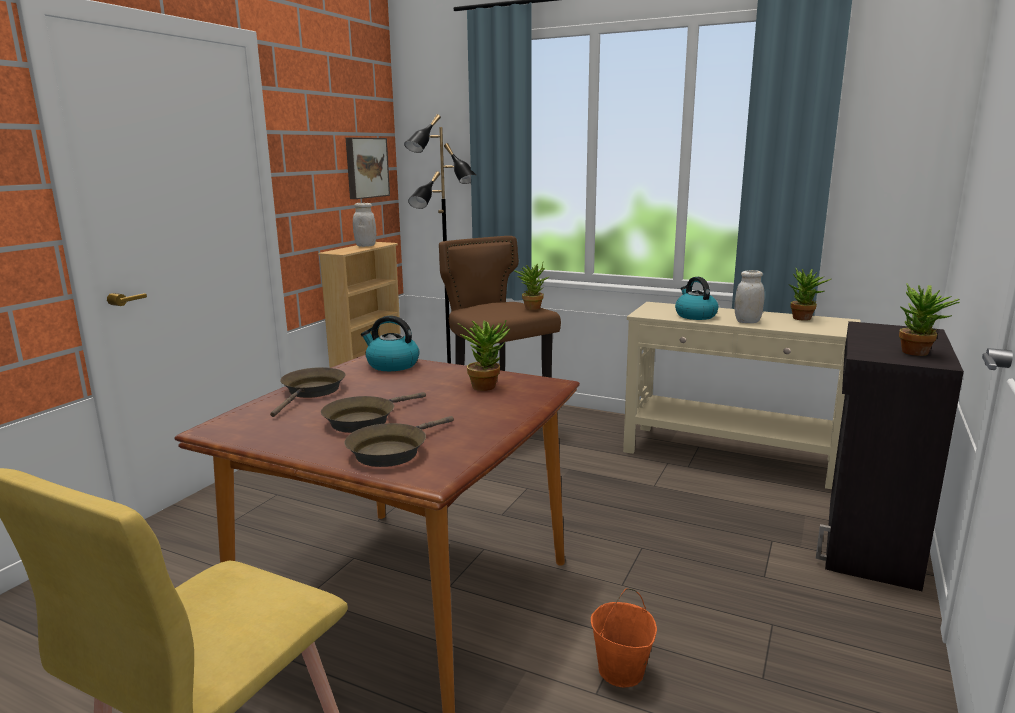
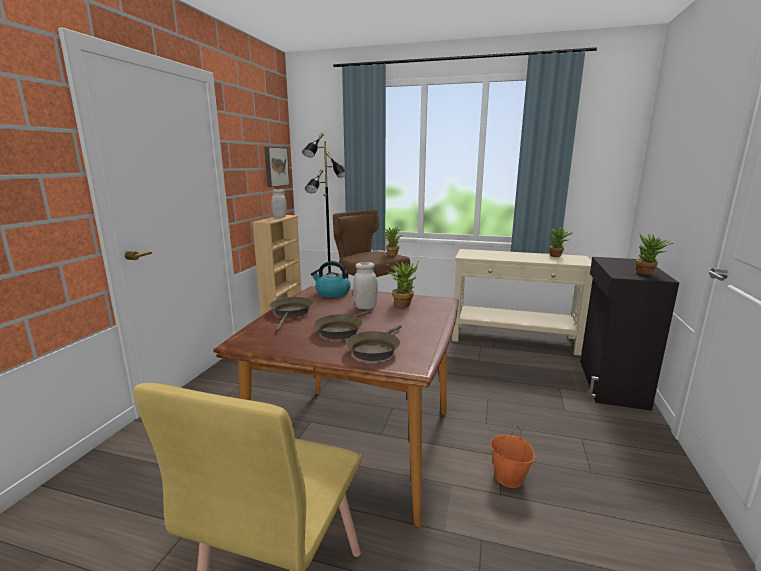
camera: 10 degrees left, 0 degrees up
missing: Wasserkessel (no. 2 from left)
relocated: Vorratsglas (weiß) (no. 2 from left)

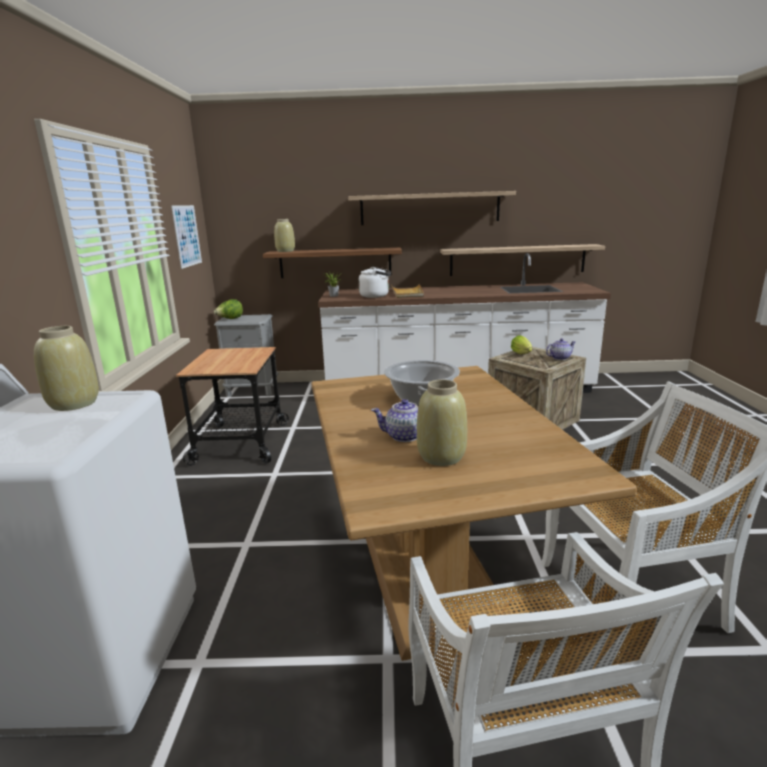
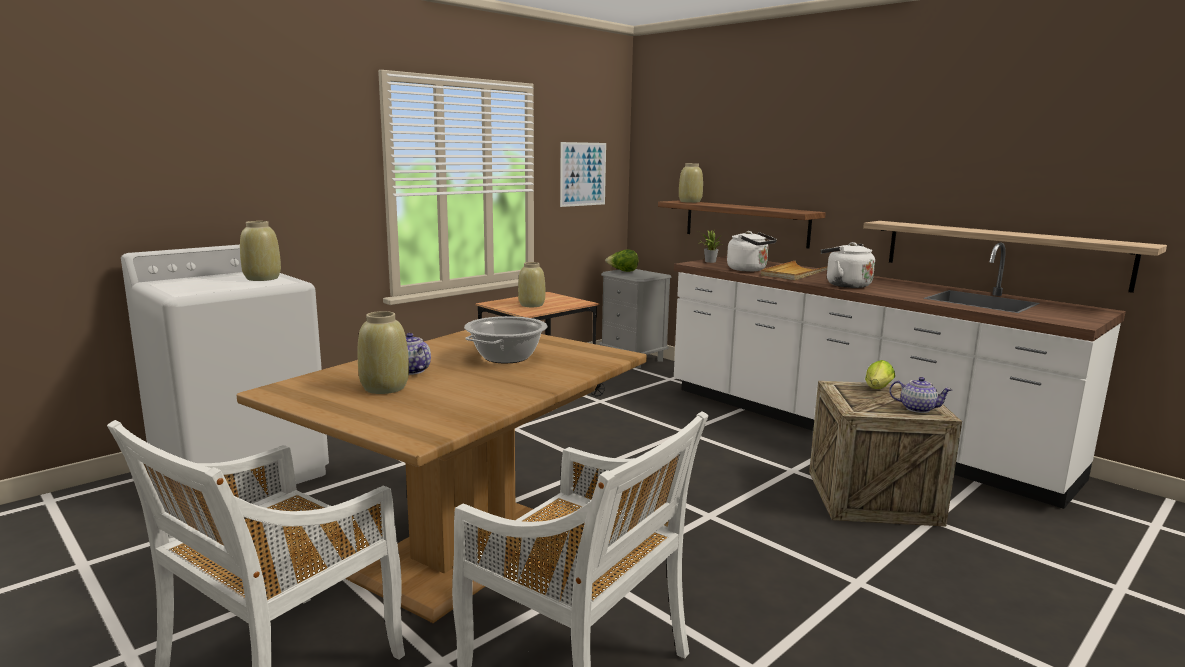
camera: 45 degrees right, 5 degrees down
missing: Wandregal (no. 2 from left)
appeared: Vase (beige) (no. 3 from left); Wasserkessel (weiß) (no. 2 from left)

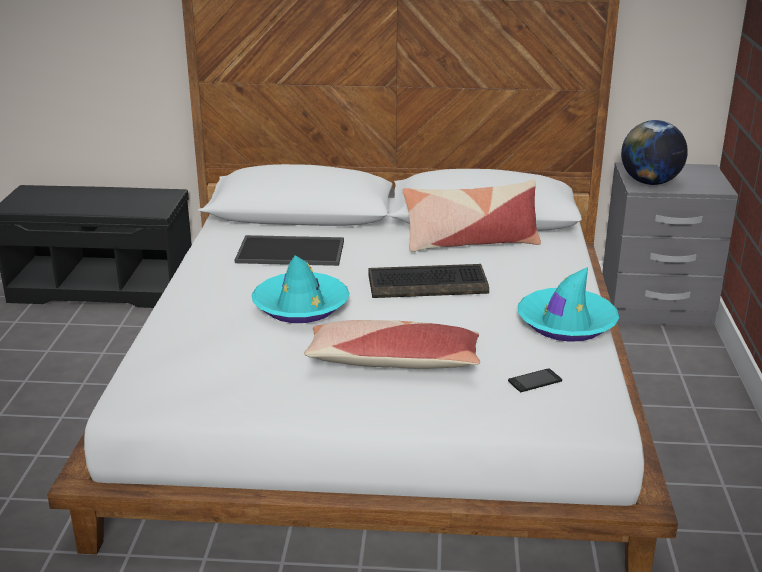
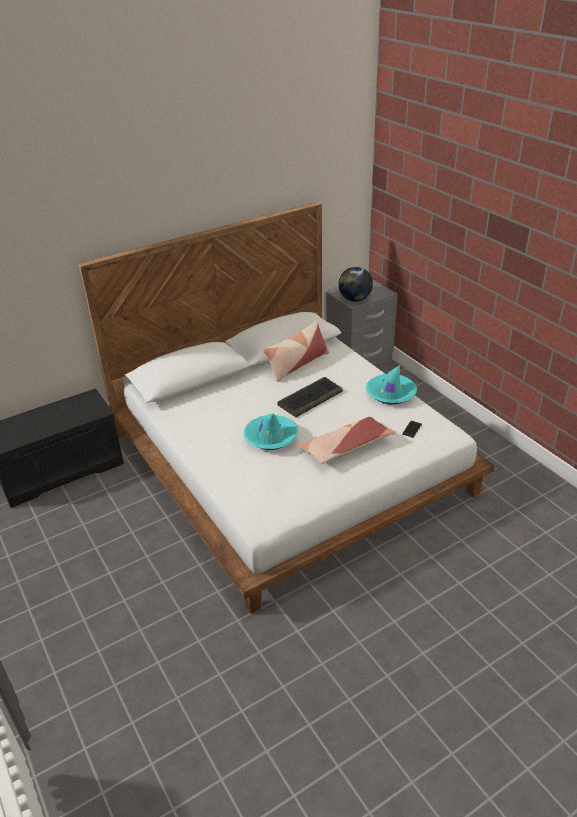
camera: 35 degrees left, 10 degrees up
missing: Tablett

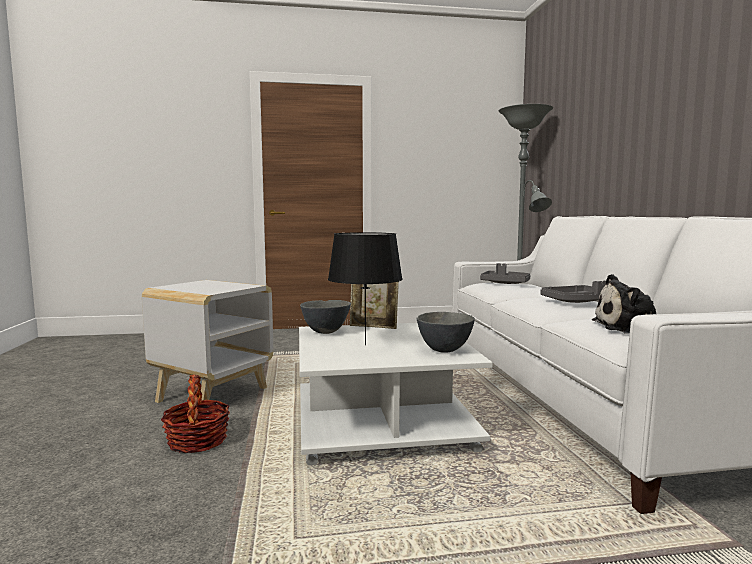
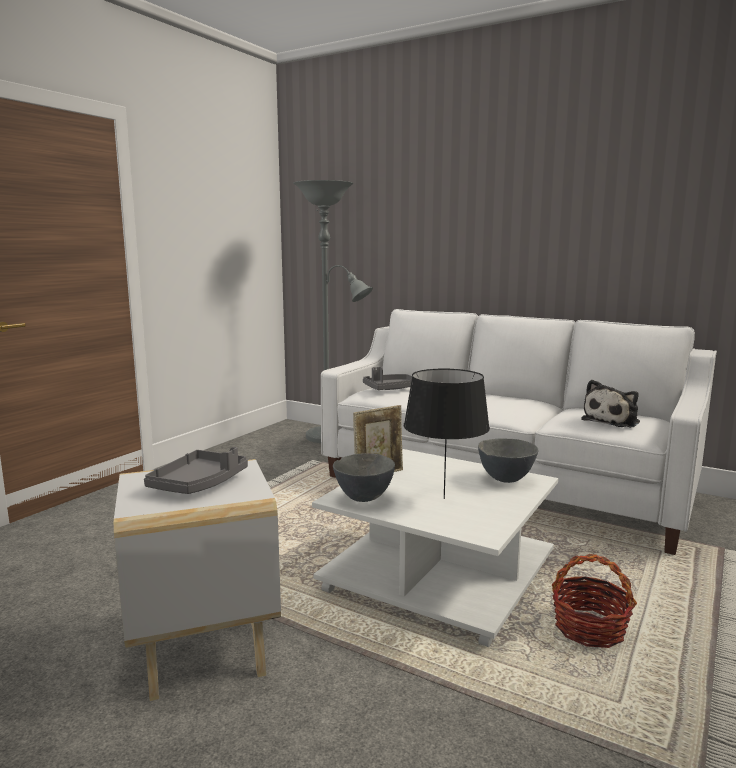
camera: 50 degrees left, 5 degrees up
relocated: Korb; Tablett (grau) (no. 2 from left in the first image) to Tablett (grau) (no. 1 from left)

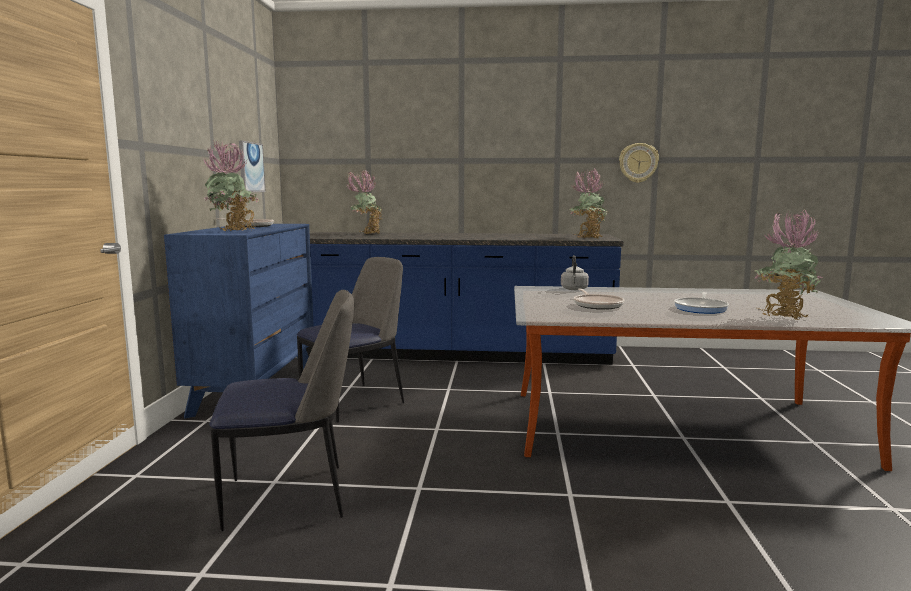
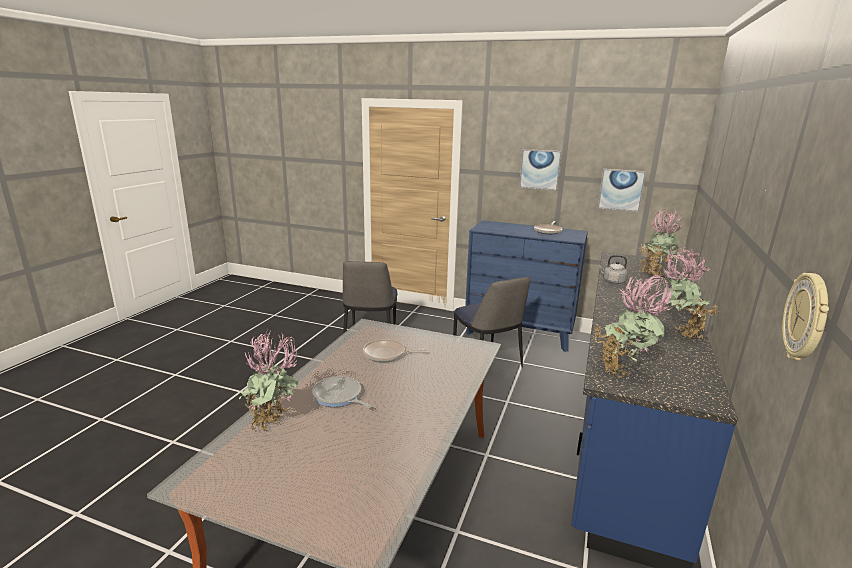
camera: 105 degrees right, 10 degrees up
appeared: Bild (no. 1 from left)
relocated: Topfpflanze (no. 1 from left in the first image) to Topfpflanze (no. 4 from left); Wasserkessel (grau)

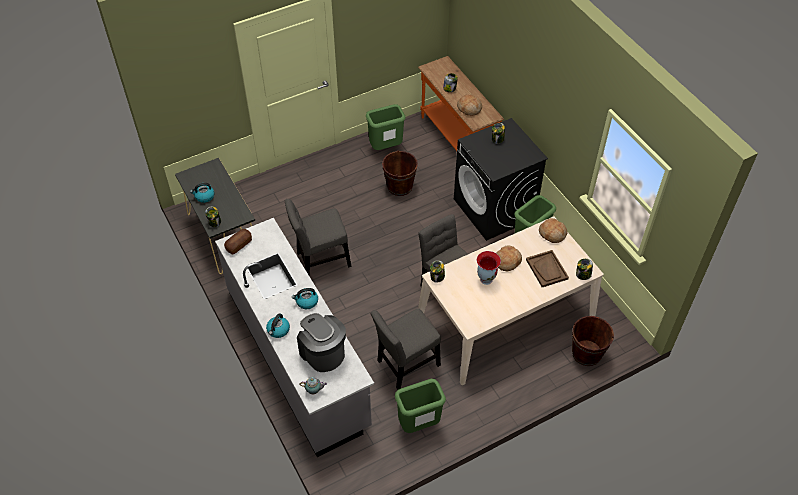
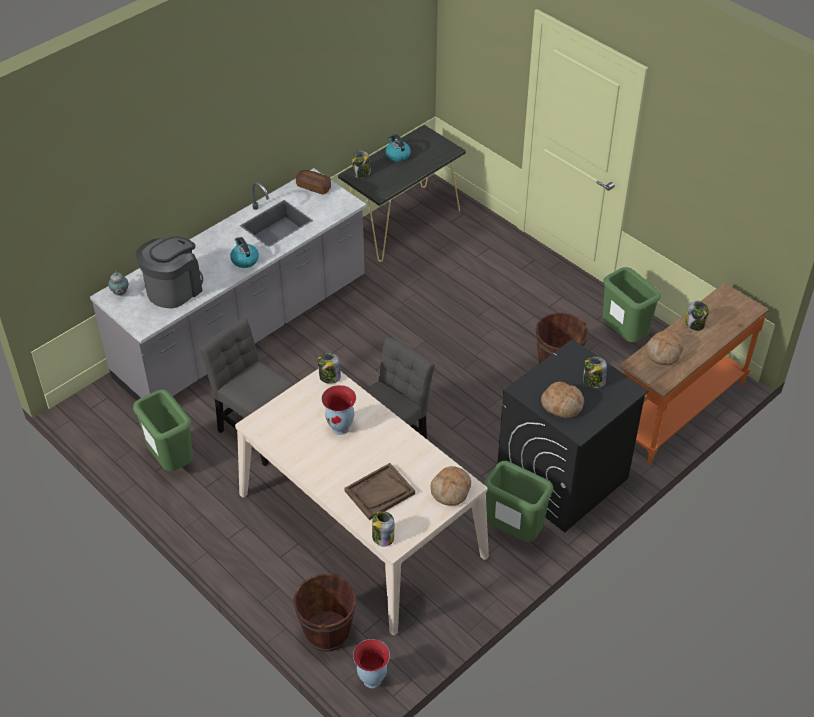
camera: 75 degrees right, 5 degrees down
missing: Wasserkessel (no. 2 from left); Stuhl (grau) (no. 1 from left)
appeared: Vase (no. 2 from left)
relocated: Brot (no. 3 from left)

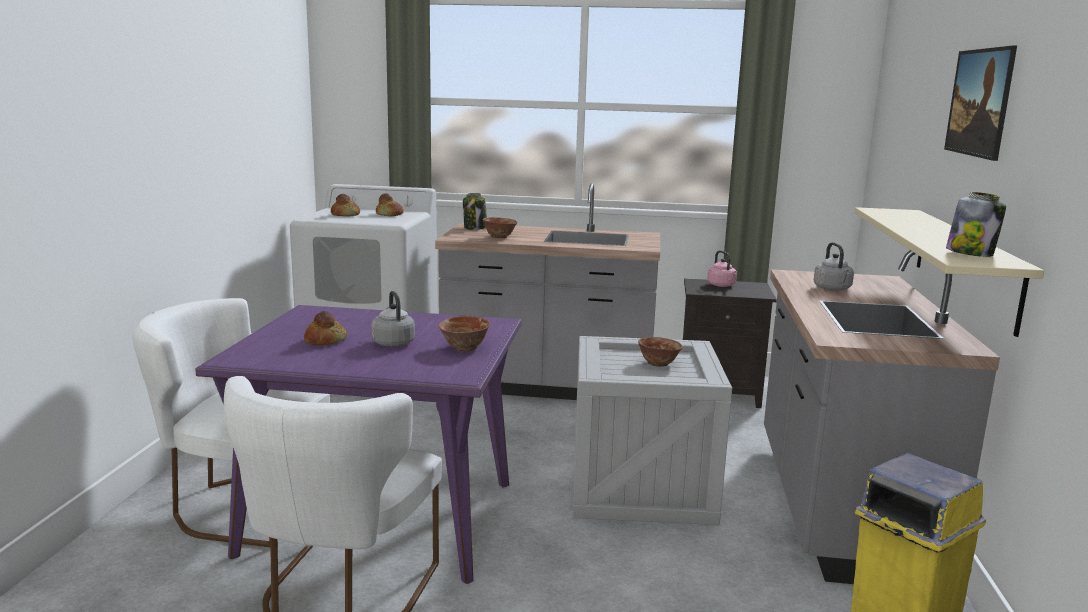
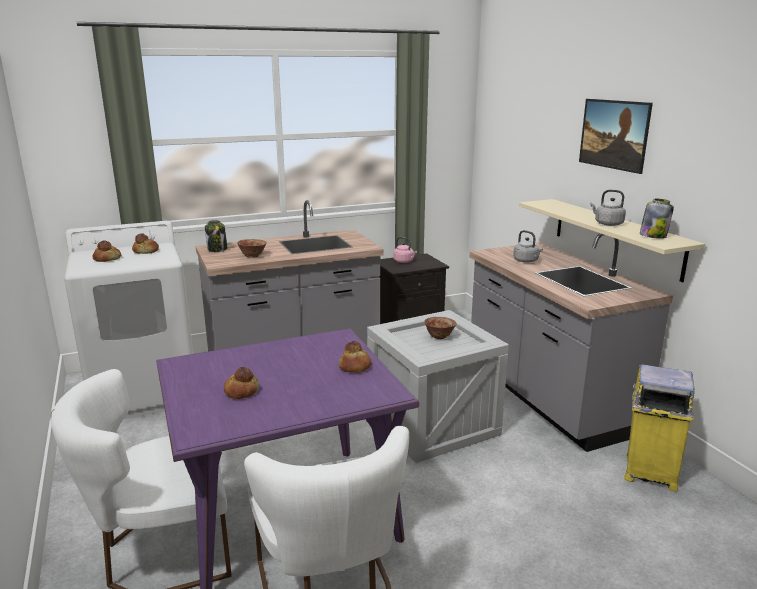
camera: 30 degrees left, 5 degrees up
relocated: Wasserkessel (grau) (no. 1 from left in the first image) to Wasserkessel (grau) (no. 2 from left)
exchanged: Schüssel (no. 1 from left) to Brot (no. 4 from left)

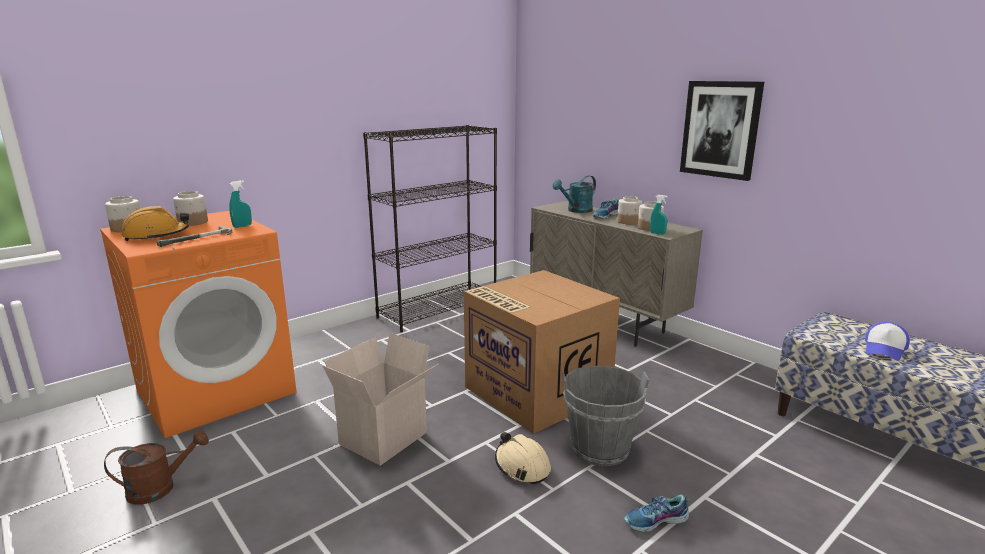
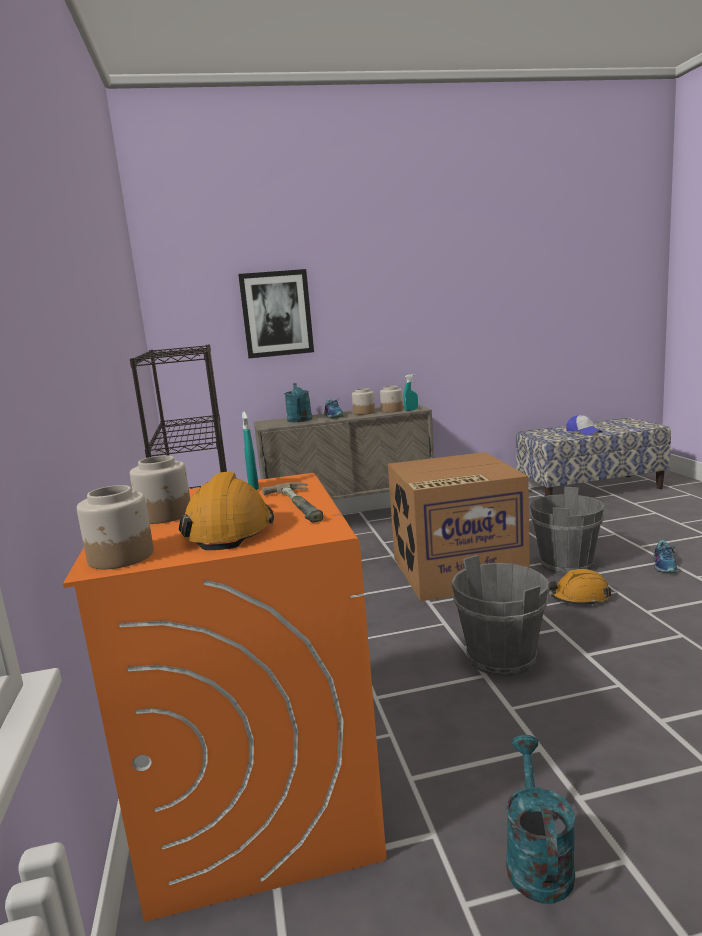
camera: 60 degrees left, 5 degrees down
relocated: Bild
exchanged: Karton (no. 1 from left) to Eimer (grau) (no. 1 from left)
colour: Gießkanne (braun) to Gießkanne (türkis) (no. 2 from left); Schutzhelm (beige) to Schutzhelm (orange) (no. 2 from left)

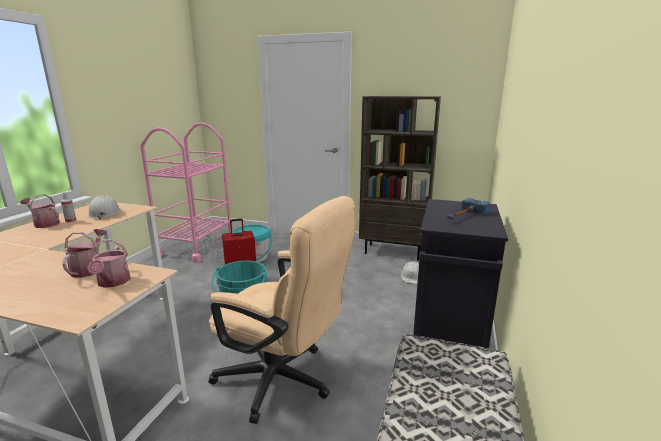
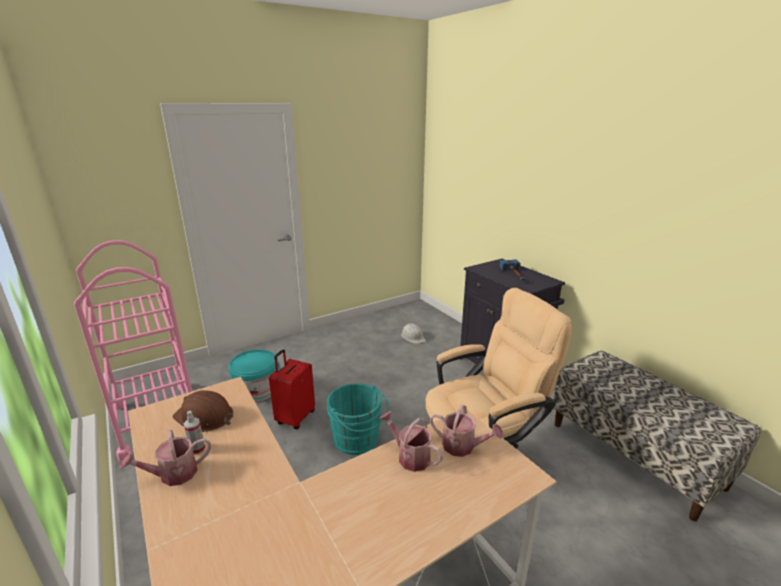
camera: 50 degrees left, 5 degrees up
missing: Bücherregal (braun)
colour: Schutzhelm (weiß) (no. 1 from left) to Schutzhelm (braun)

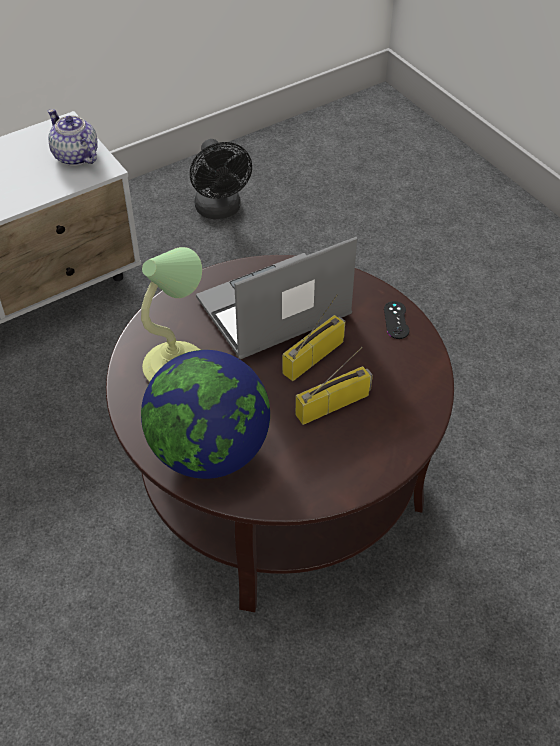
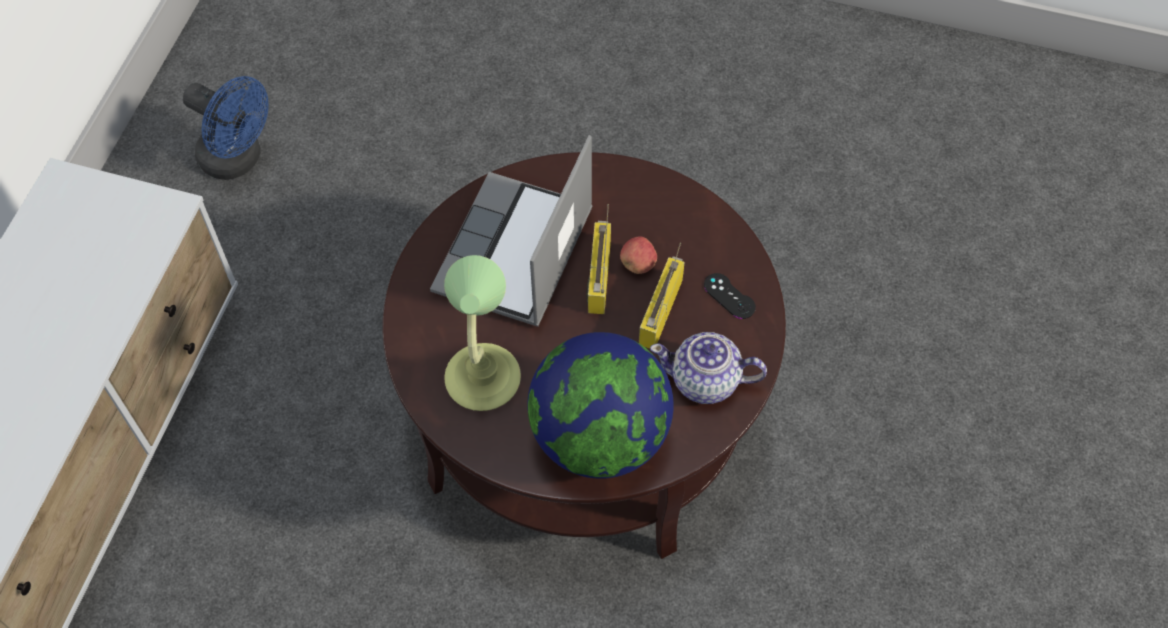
camera: 40 degrees left, 10 degrees up
appeared: Apfel
relocated: Teekanne; Gamepad (schwarz)
colour: Ventilator (schwarz) to Ventilator (blau)

